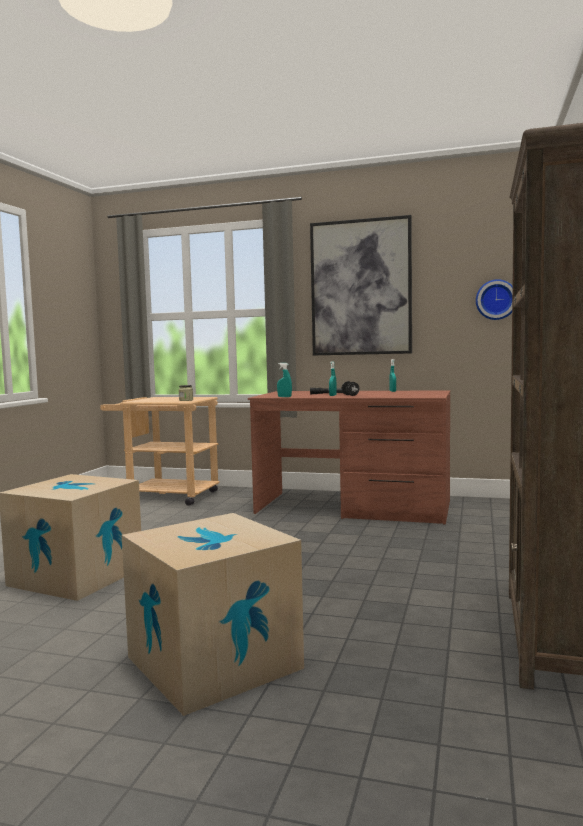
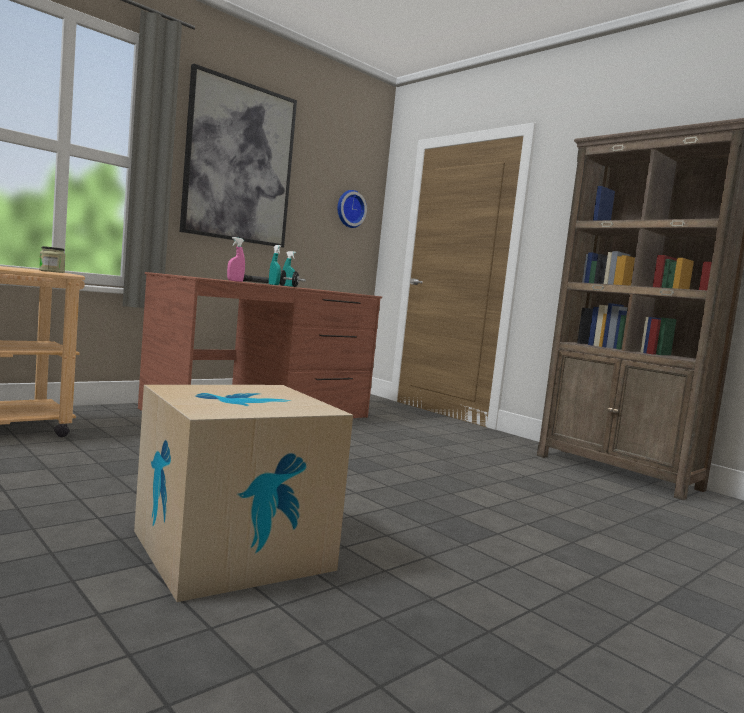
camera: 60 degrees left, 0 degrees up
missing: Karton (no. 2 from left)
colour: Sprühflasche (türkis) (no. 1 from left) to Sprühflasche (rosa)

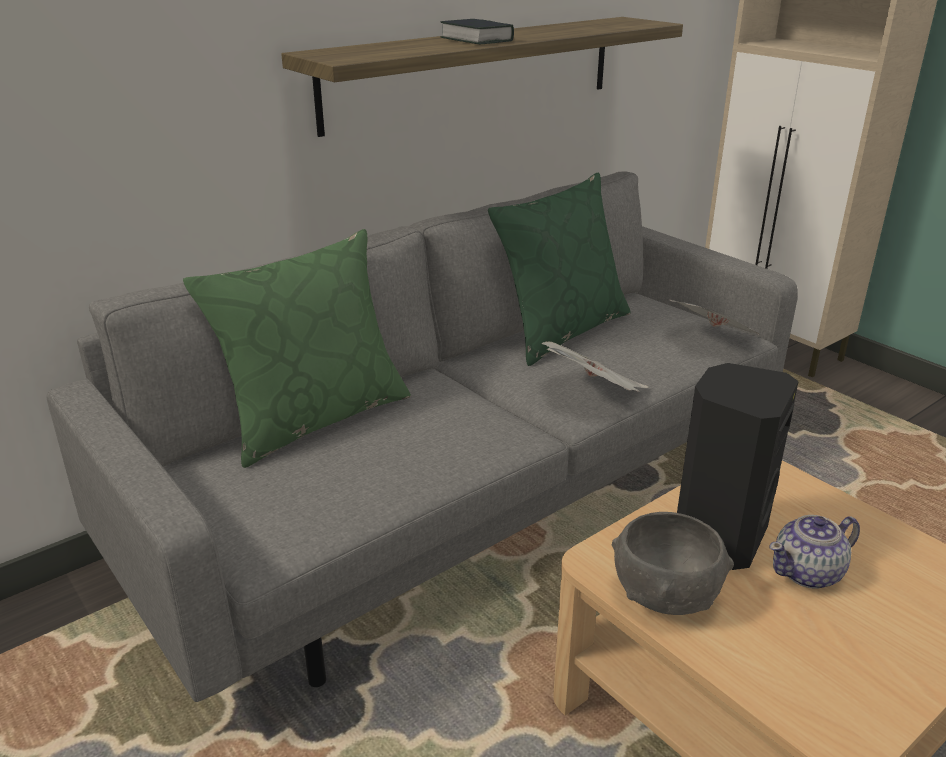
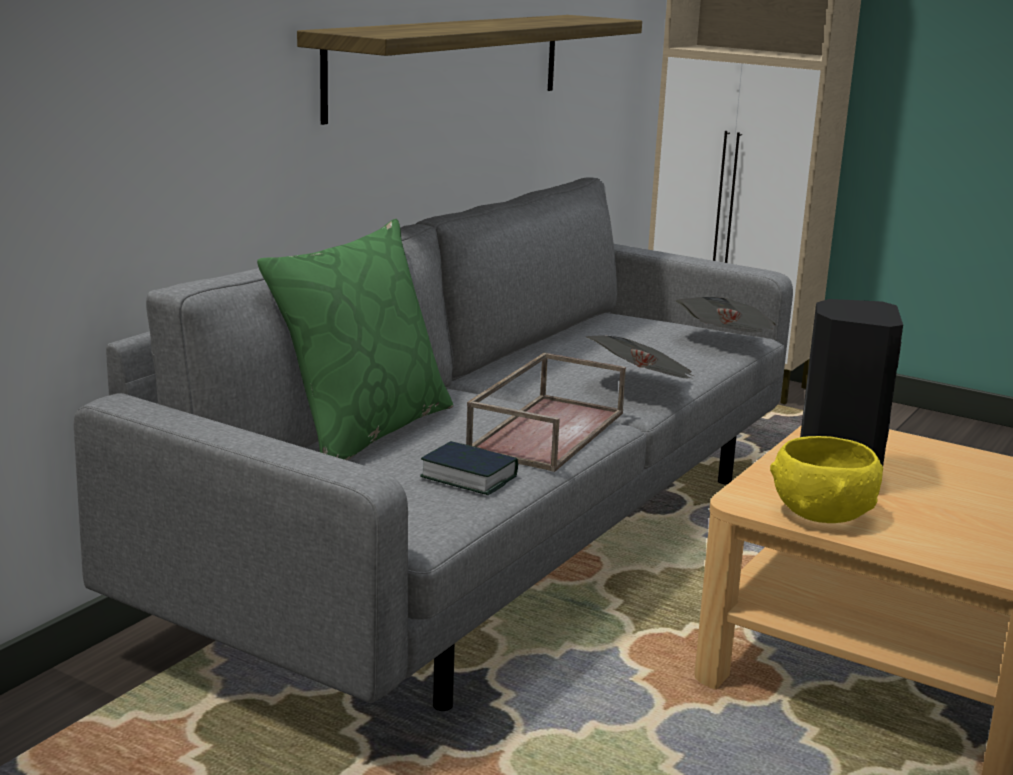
camera: 20 degrees left, 10 degrees down
missing: Kissen (grün) (no. 2 from left); Teekanne
appeared: Tablett (braun)
relocated: Buch
colour: Schüssel (grau) to Schüssel (gelb)

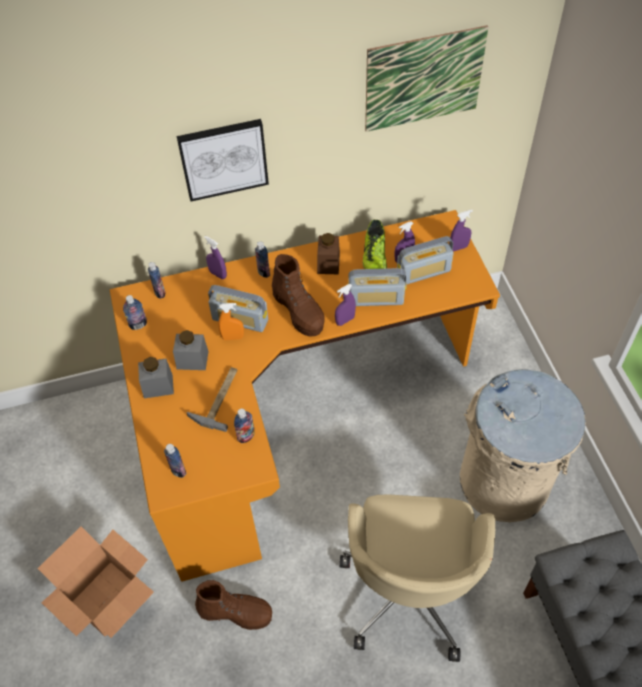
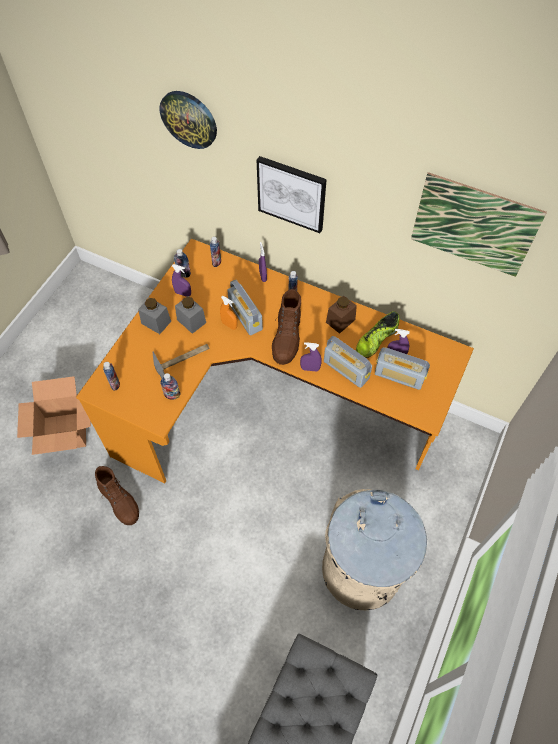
camera: 40 degrees right, 5 degrees up
missing: Bürostuhl (beige)
appeared: Wanduhr
relocated: Sprühflasche (lila) (no. 4 from left in the first image) to Sprühflasche (lila) (no. 1 from left)

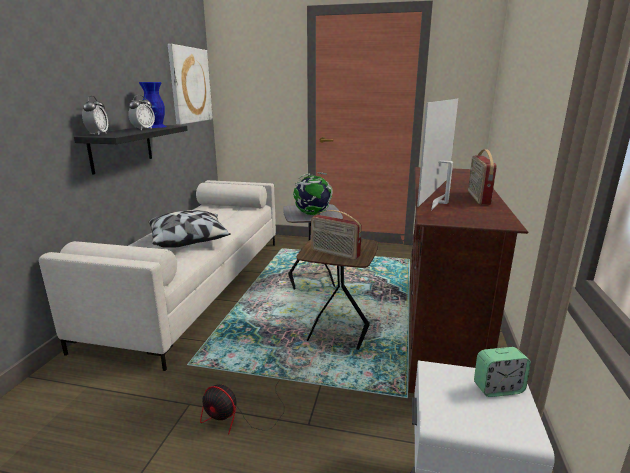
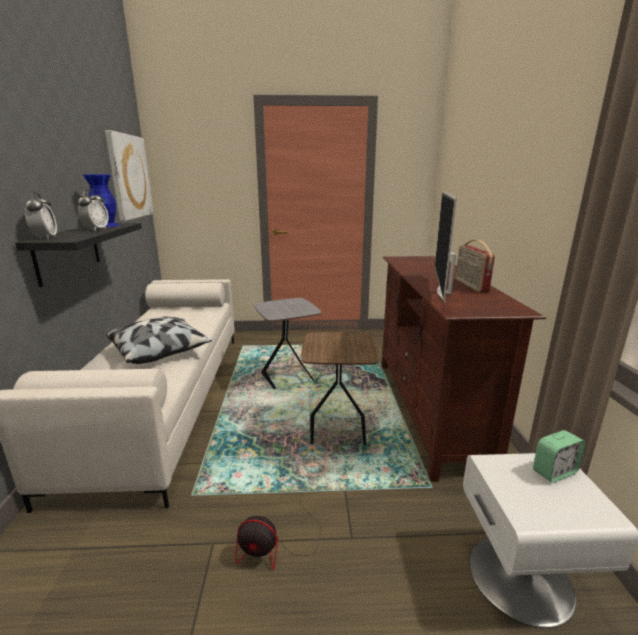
camera: 15 degrees left, 0 degrees up
missing: Globus; Radio (no. 1 from left)

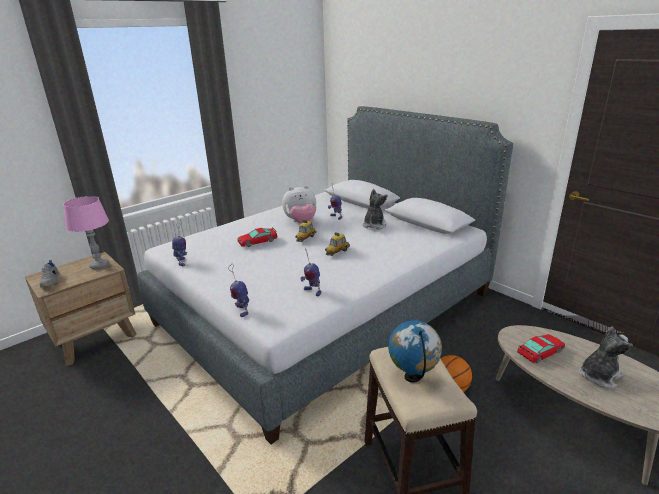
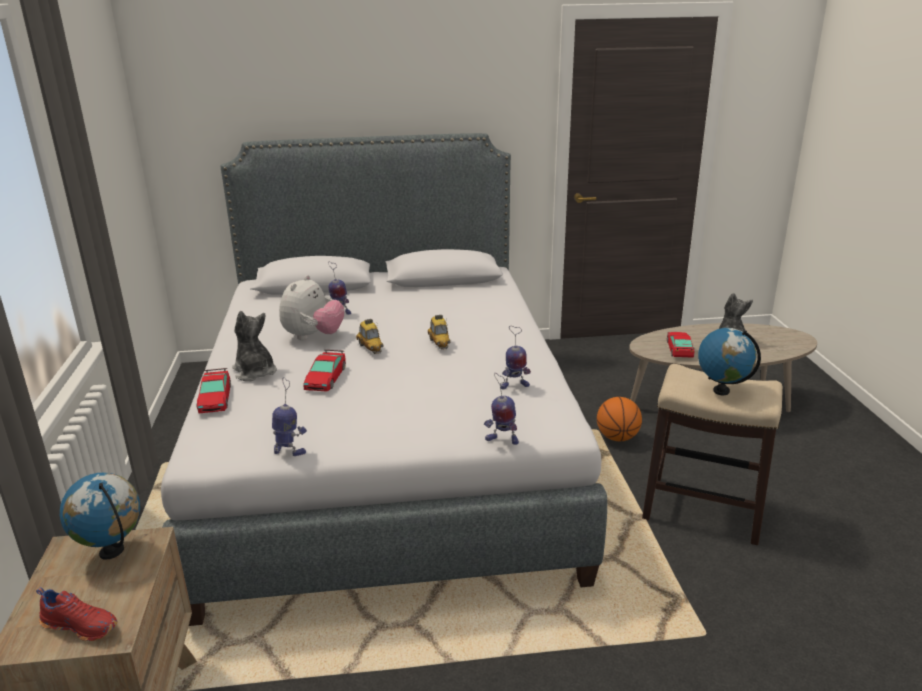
camera: 55 degrees left, 0 degrees up
appeared: Spielzeugauto (no. 1 from left)
relocated: Plüschtier (no. 2 from left in the first image) to Plüschtier (no. 1 from left)
exchanged: Tischlampe (rosa) to Globus (no. 1 from left)
colour: Schuh (grau) to Schuh (rot)

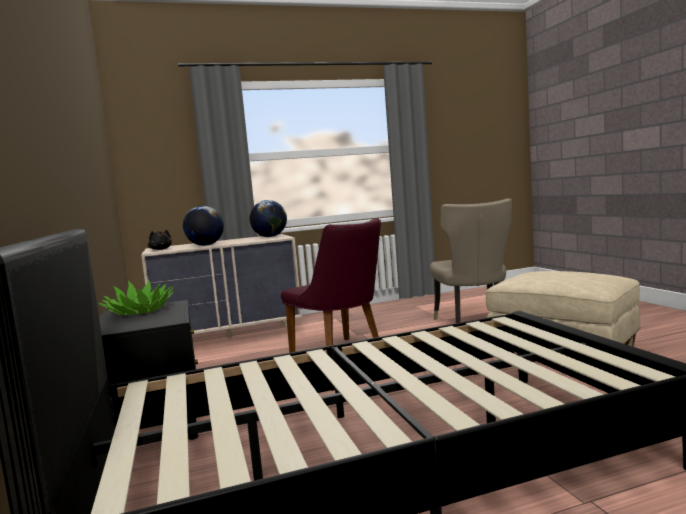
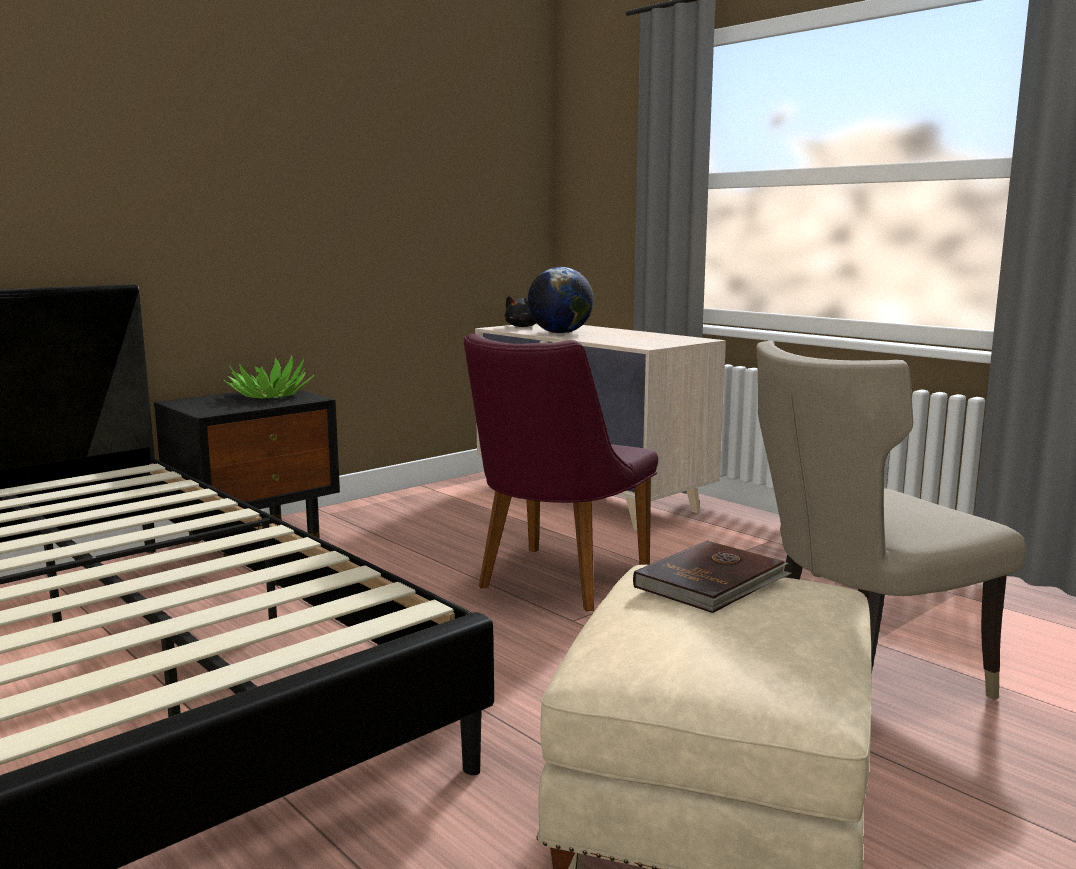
camera: 65 degrees right, 5 degrees up
missing: Globus (no. 2 from left)
appeared: Buch (braun)

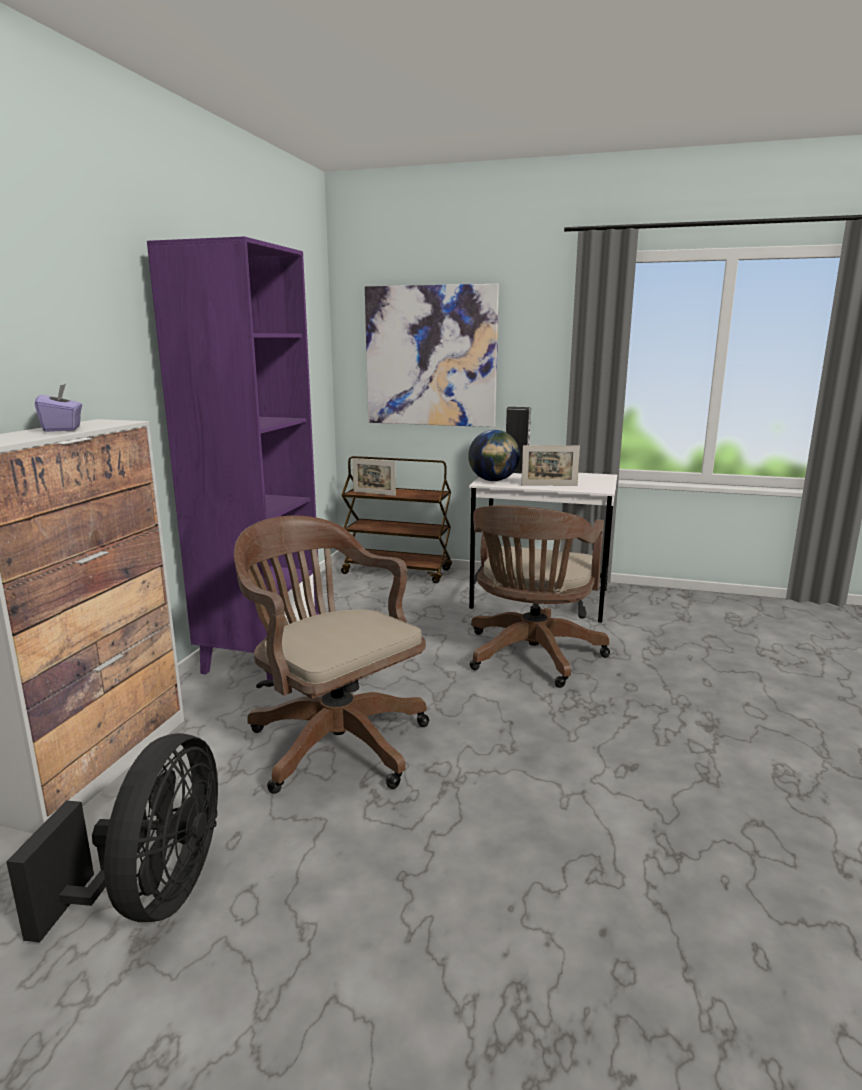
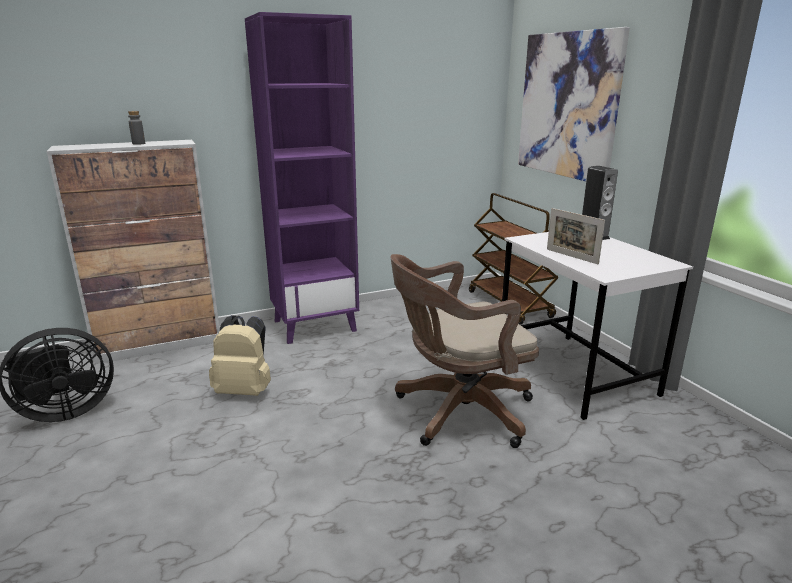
camera: 50 degrees right, 5 degrees up
missing: Bilderrahmen (no. 1 from left); Globus
exchanged: Taschentuchbox (lila) to Flasche (grau); Bürostuhl (braun) (no. 1 from left) to Rucksack (beige)

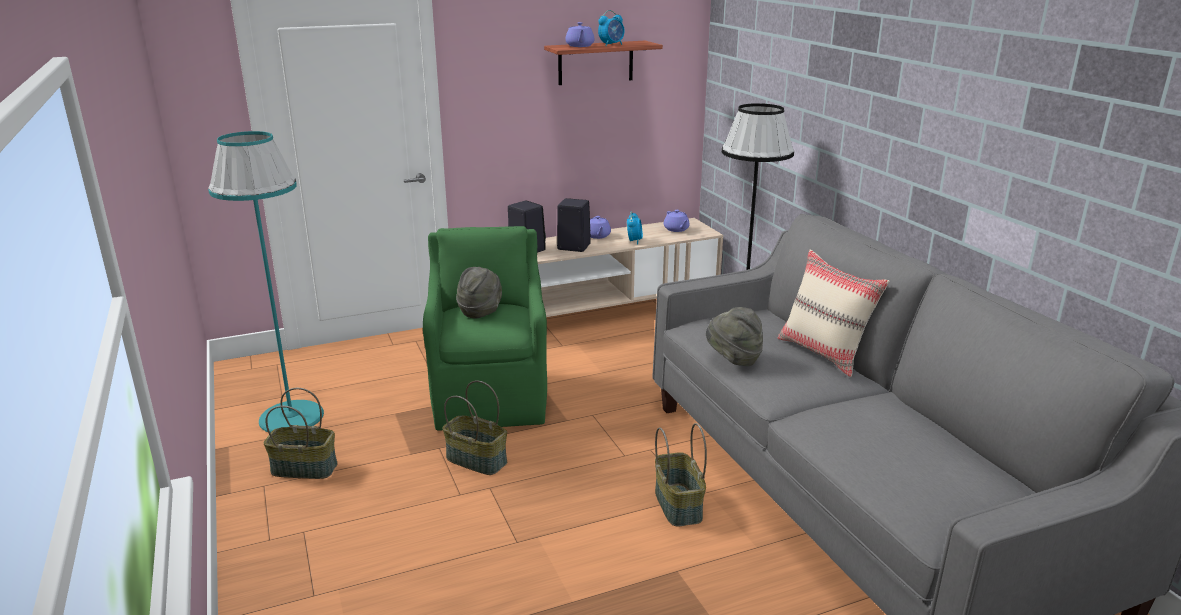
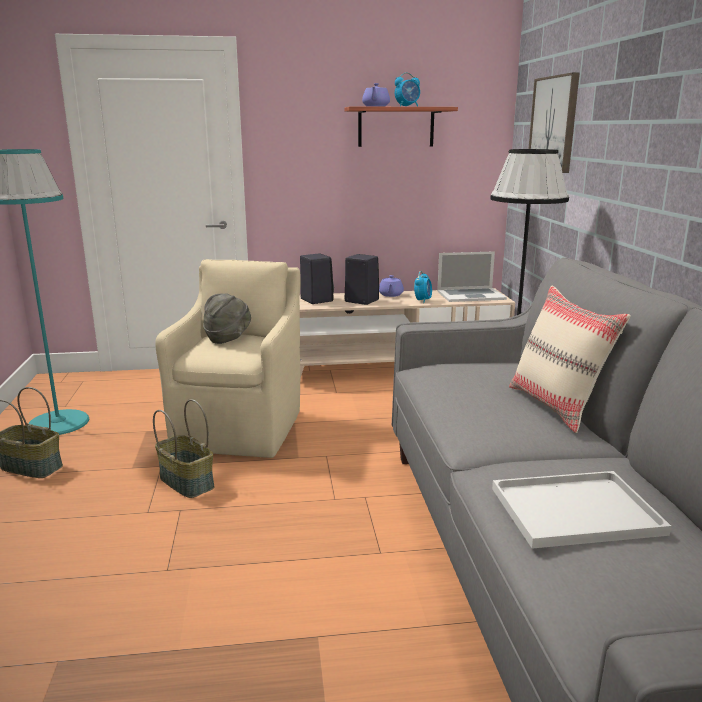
camera: 15 degrees right, 5 degrees down
missing: Korb (no. 3 from left); Hut (grau) (no. 2 from left)
appeared: Tablett (weiß); Bild
exchanged: Teekanne (lila) (no. 3 from left) to Laptop
colour: Sessel (grün) to Sessel (beige)

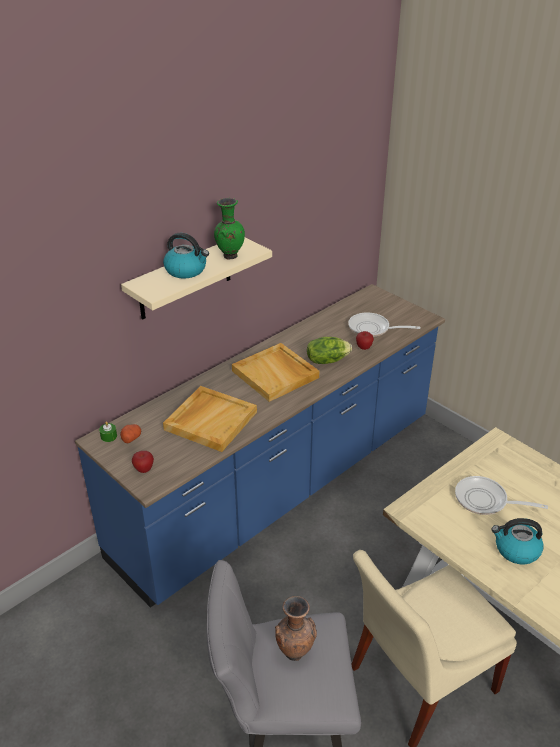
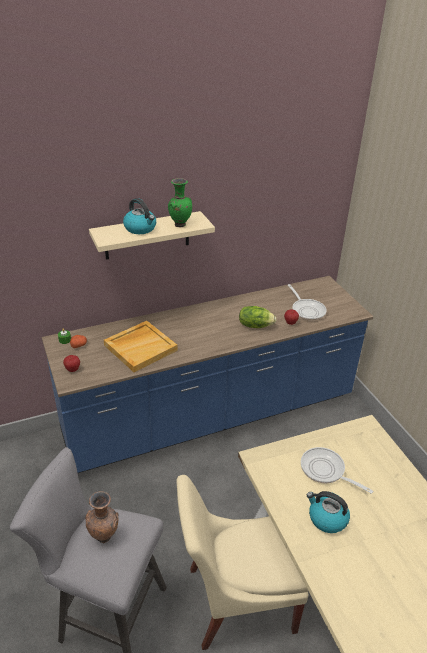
camera: 20 degrees right, 0 degrees up
missing: Tablett (beige) (no. 2 from left)
spun: Pfanne (no. 1 from left) 150 degrees counterclockwise

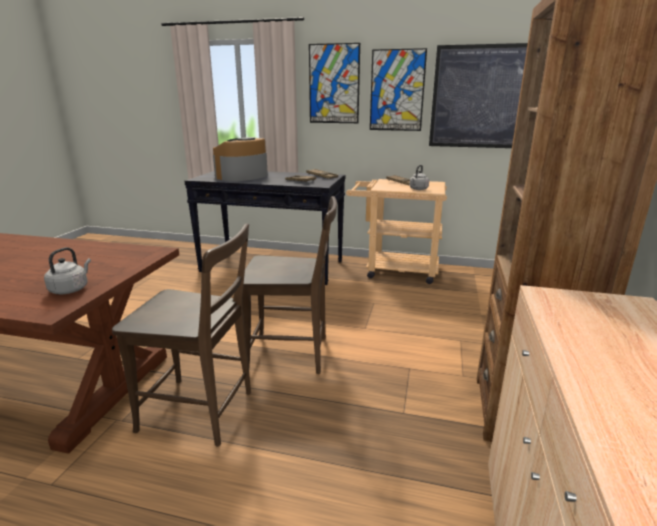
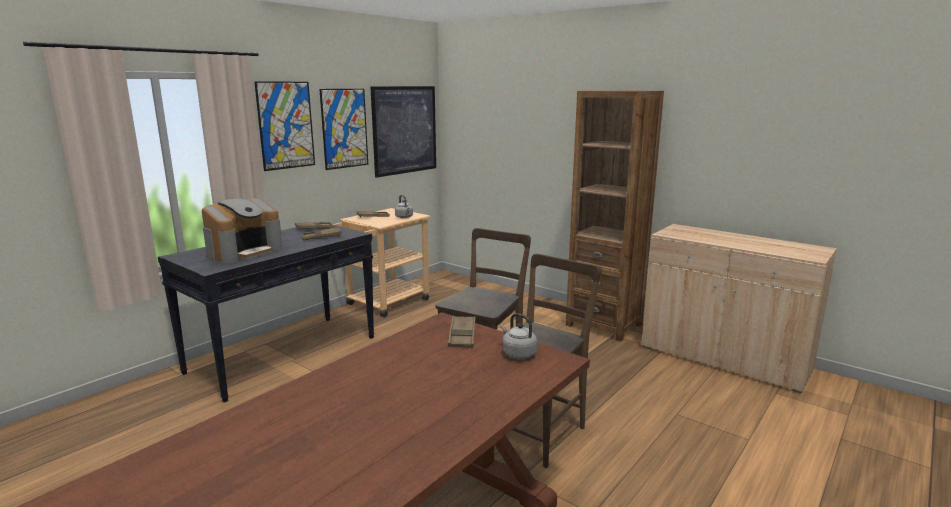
camera: 65 degrees left, 5 degrees down
appeared: Tablett (braun) (no. 4 from left)
spun: Kaffeemaschine 120 degrees counterclockwise

